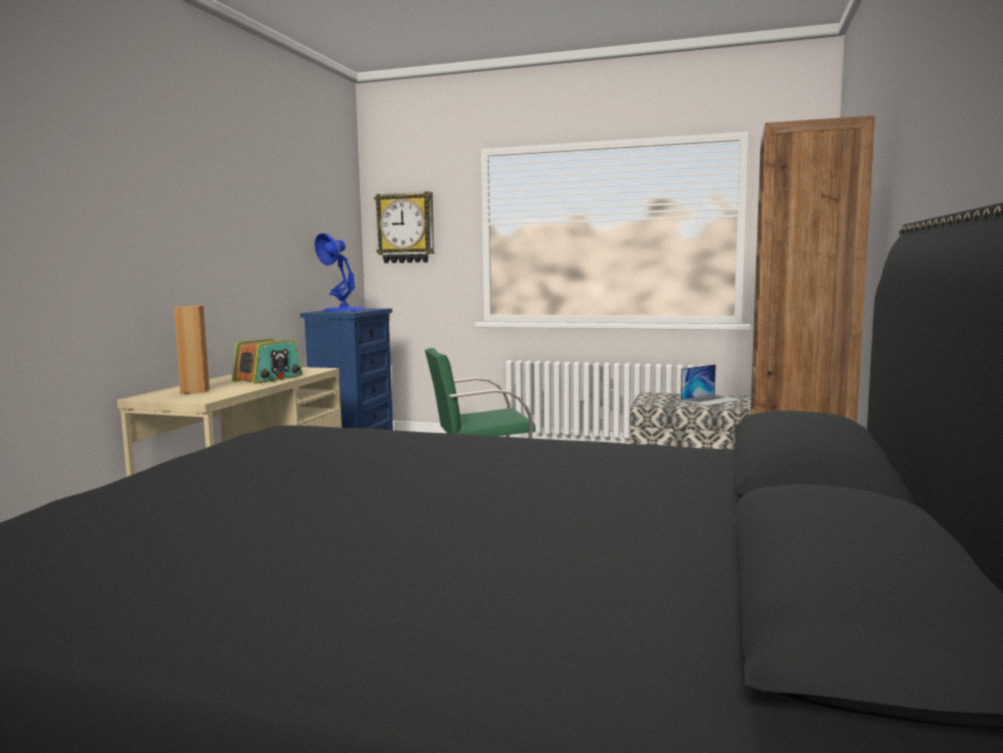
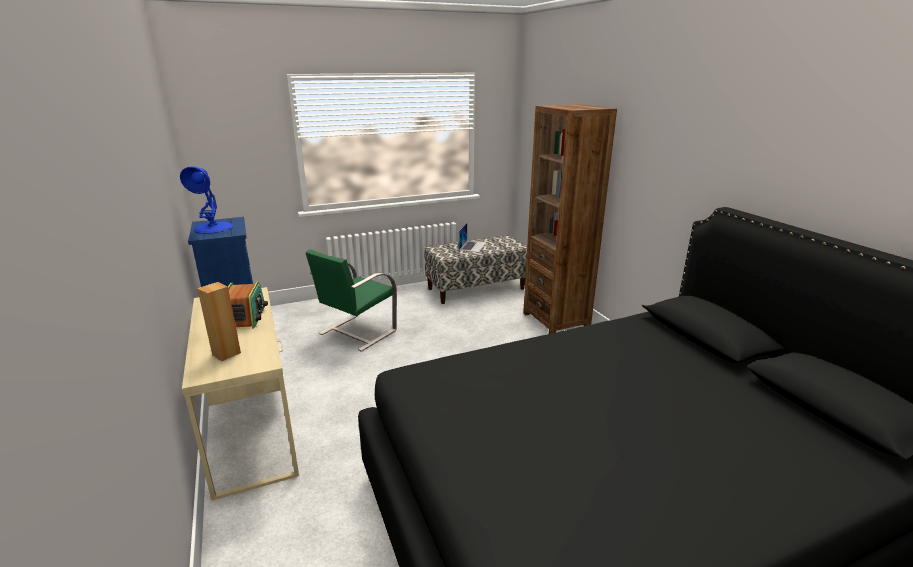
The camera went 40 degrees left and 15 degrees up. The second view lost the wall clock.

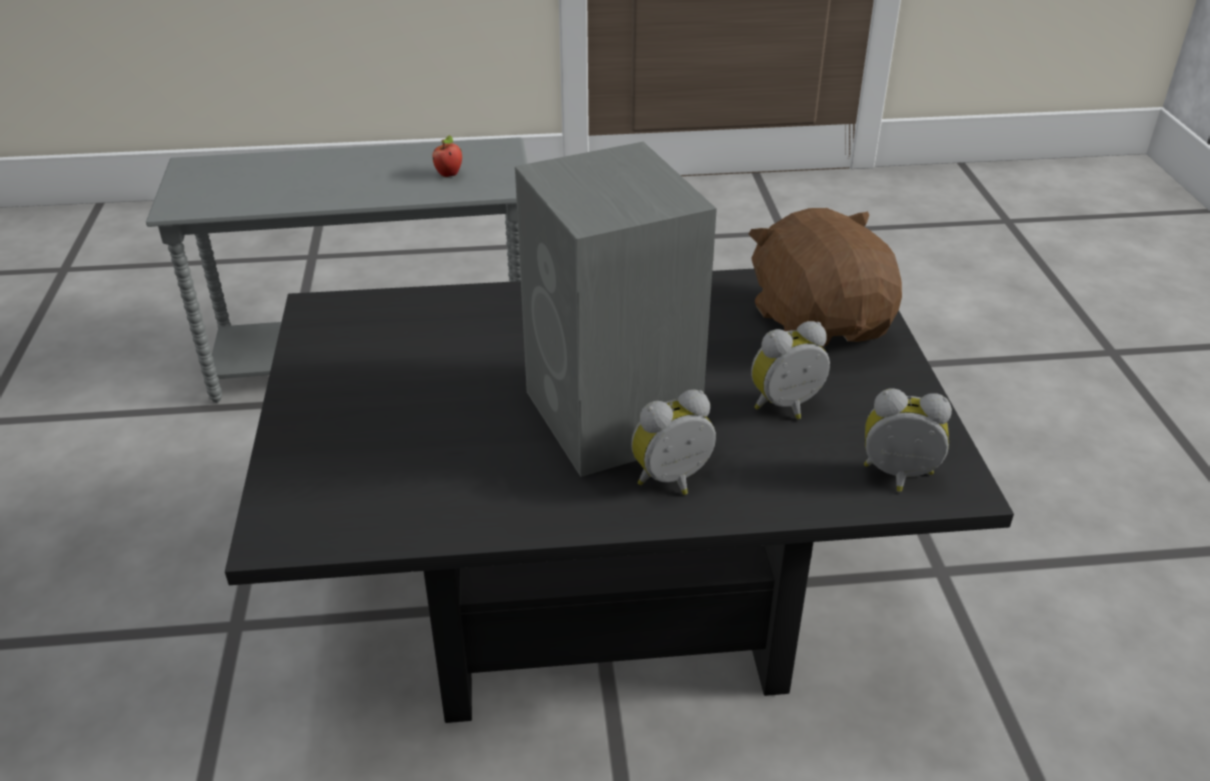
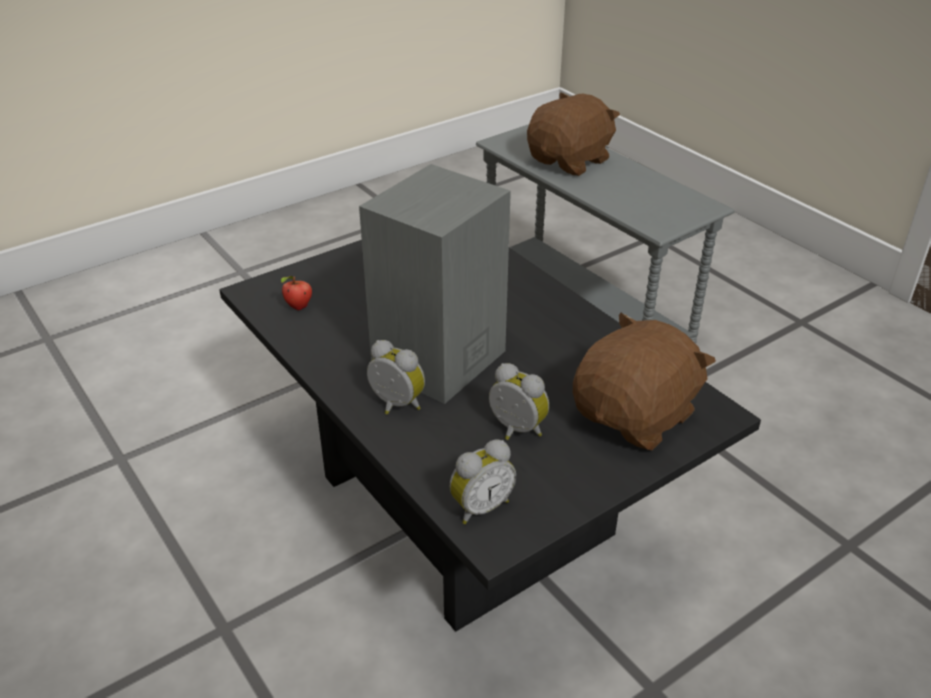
The camera went 60 degrees right and 0 degrees up. The second view gained the brown plush toy (1st from left). The apple ended up elsewhere. The alarm clock (3rd from left in the first image) ended up facing another way, 75 degrees clockwise from before.

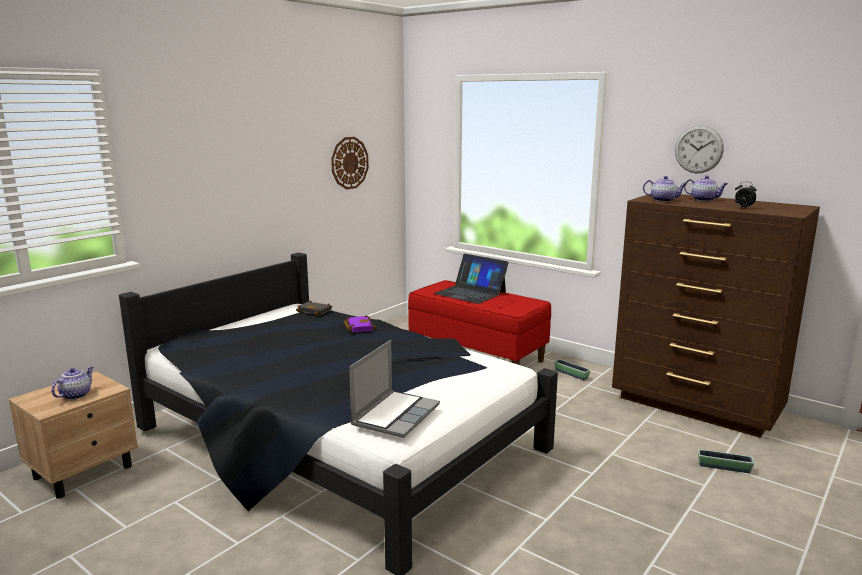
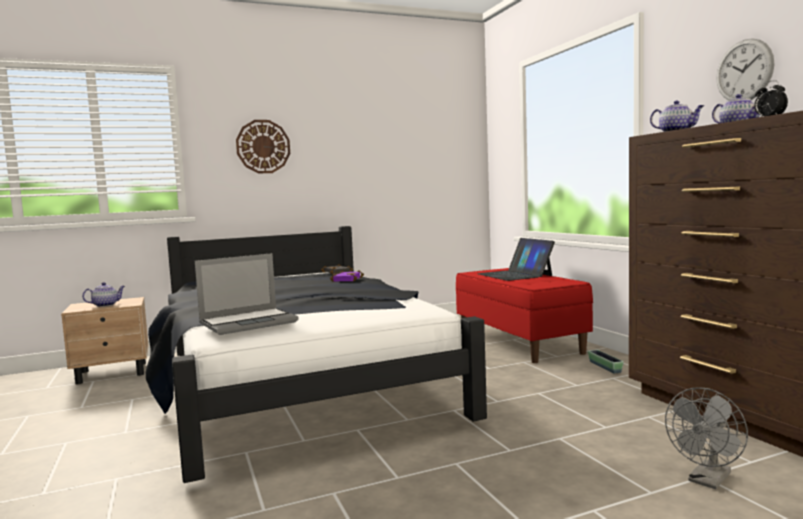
The camera went 30 degrees right and 10 degrees down. The wall clock (1st from left) ended up elsewhere. Where the planter (2nd from left) stood, the grey fan came to stand.

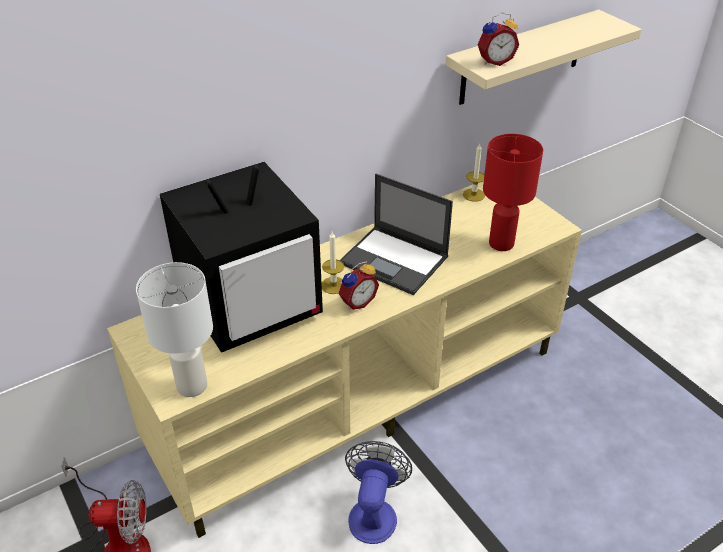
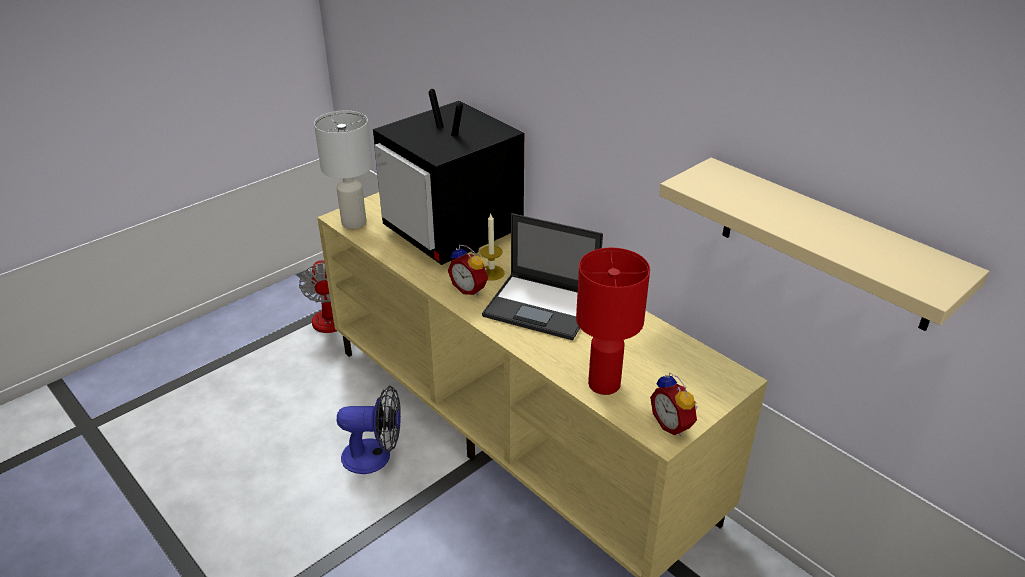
The camera went 80 degrees right and 5 degrees down. The second view lost the candle (2nd from left). The alarm clock (2nd from left) ended up elsewhere. The laptop ended up facing another way, 90 degrees counterclockwise from before.

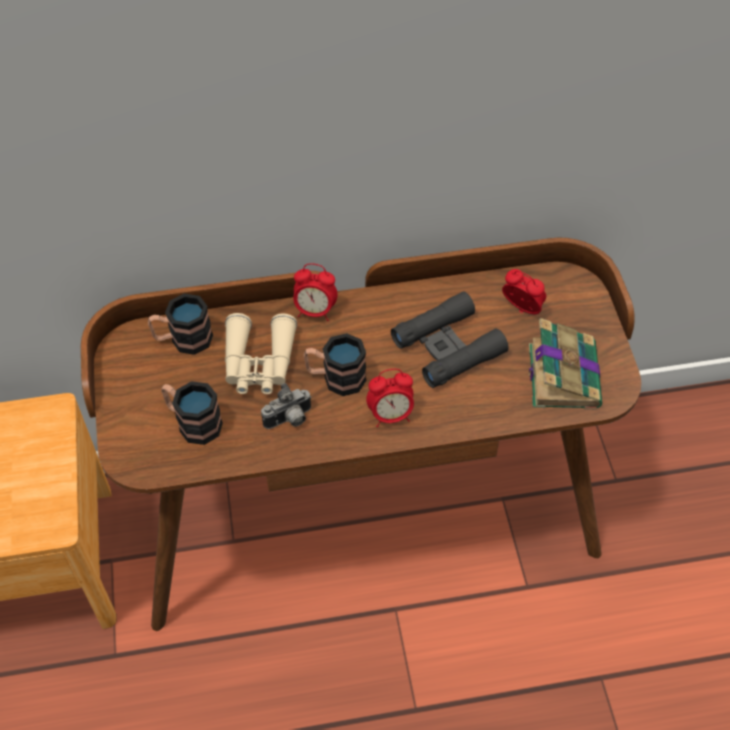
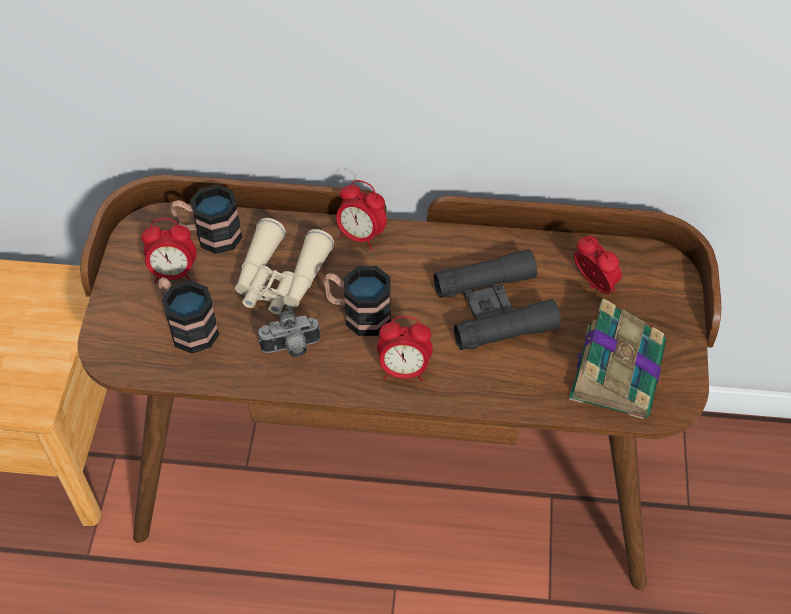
The camera went 15 degrees right and 0 degrees up. The second view gained the alarm clock (1st from left).

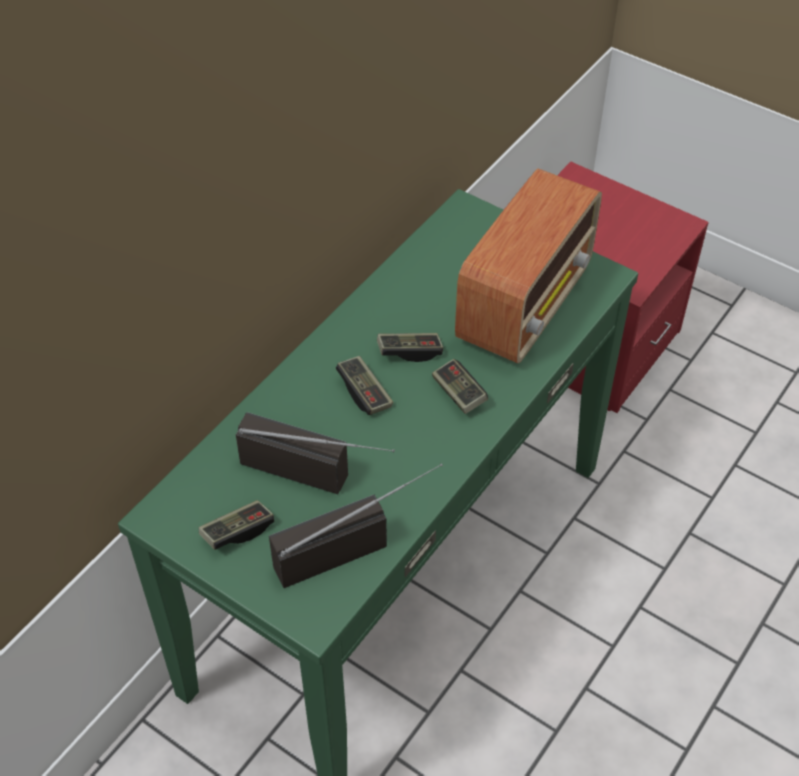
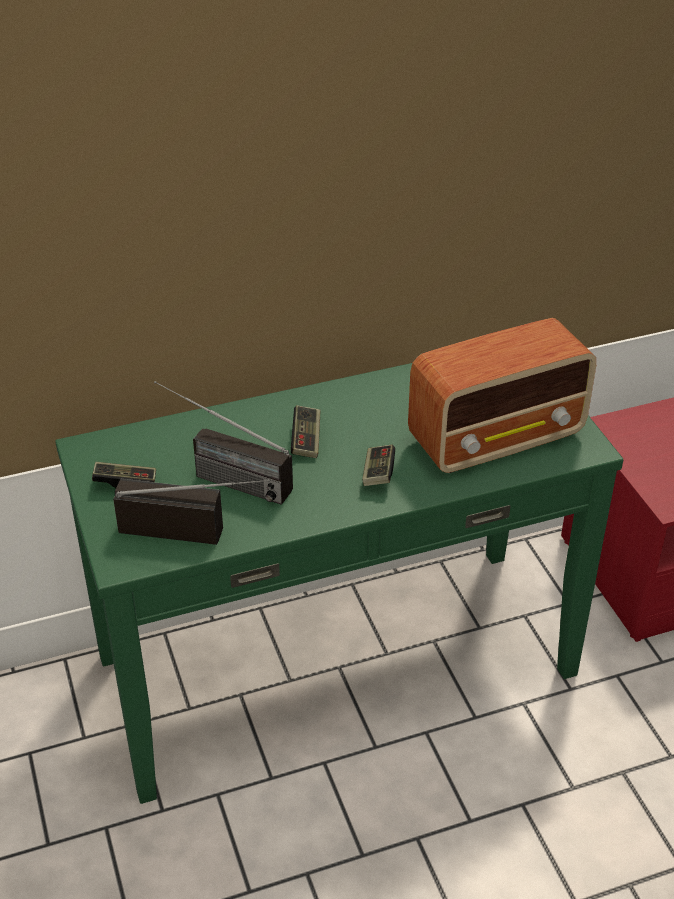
The camera went 35 degrees right and 10 degrees down. The second view lost the game controller (3rd from left). The radio (1st from left in the first image) ended up facing another way, 150 degrees clockwise from before.

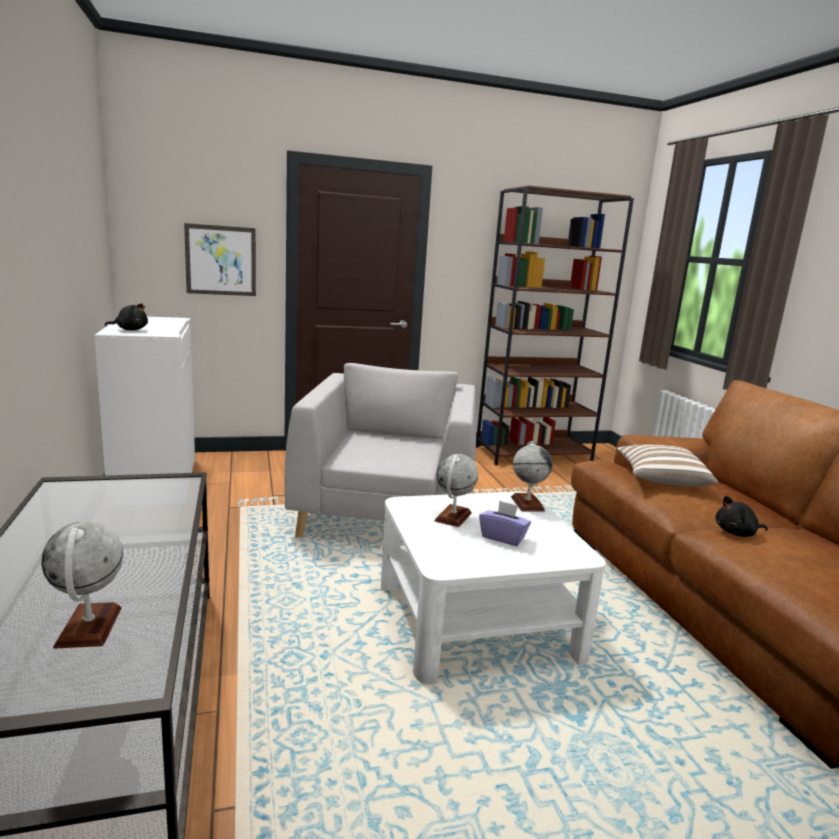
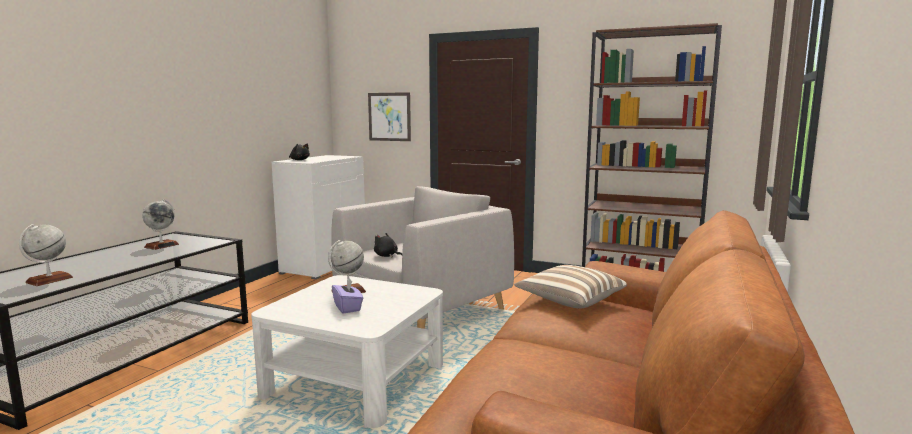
The camera went 40 degrees right and 5 degrees down. The globe (3rd from left in the first image) ended up elsewhere. The black plush toy (2nd from left) ended up elsewhere.

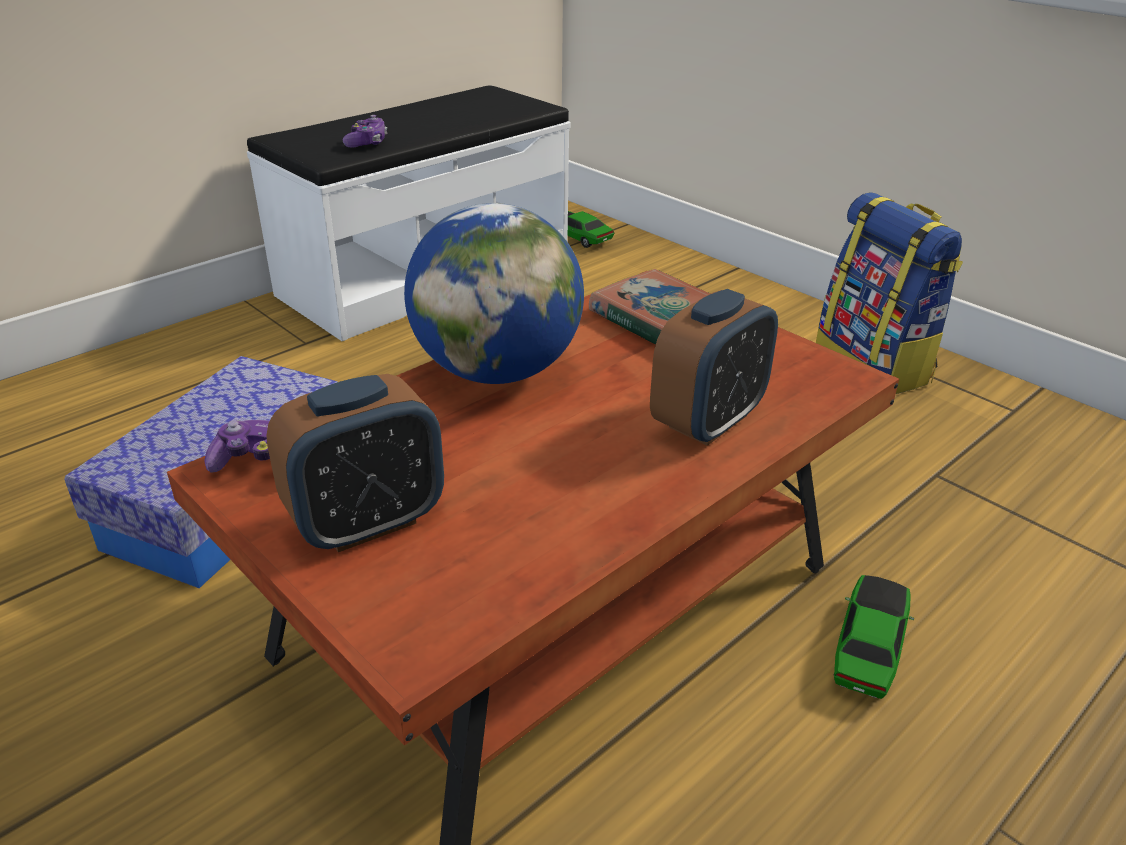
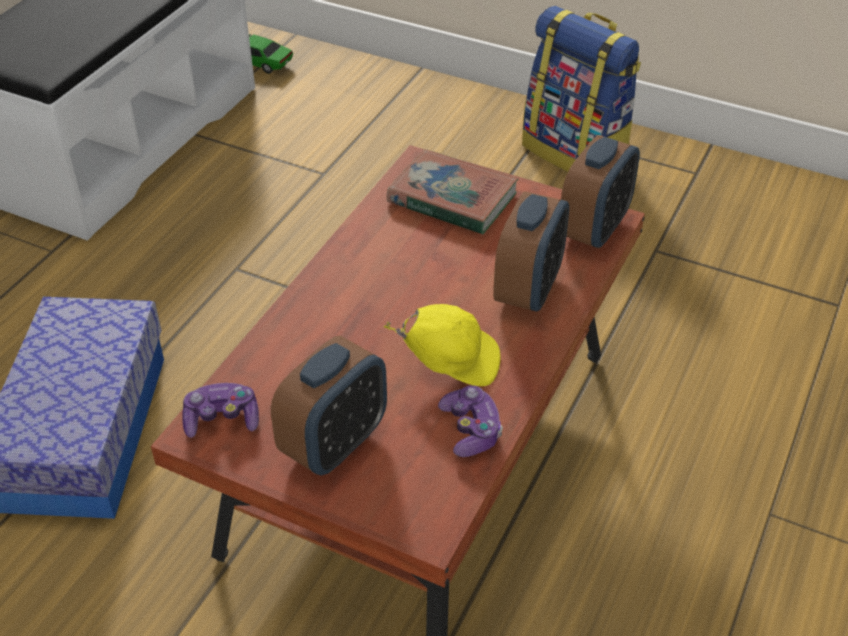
The camera went 20 degrees left and 10 degrees up. The second view lost the globe. The second view lost the toy car (2nd from left). The second view gained the yellow cap. The second view gained the alarm clock (3rd from left). The game controller (2nd from left) ended up elsewhere.

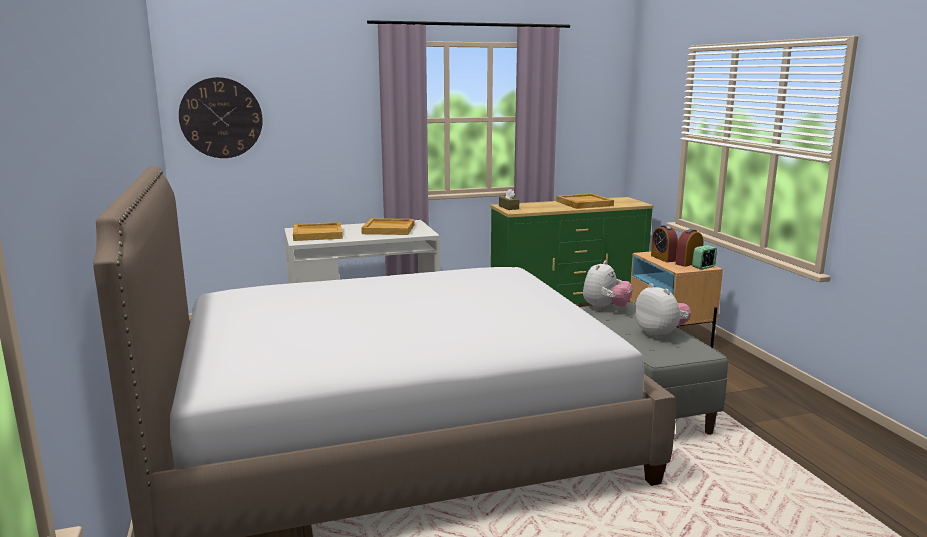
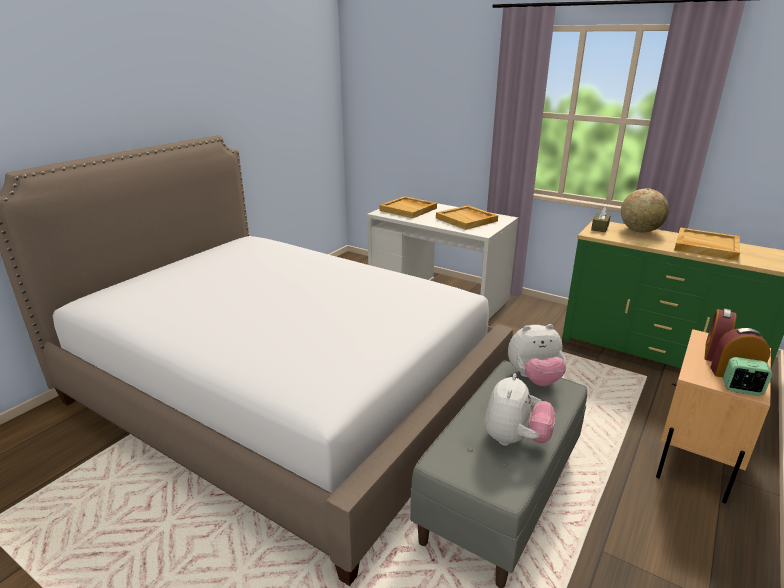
The camera went 50 degrees right and 10 degrees up. The second view lost the wall clock. The second view gained the globe.

